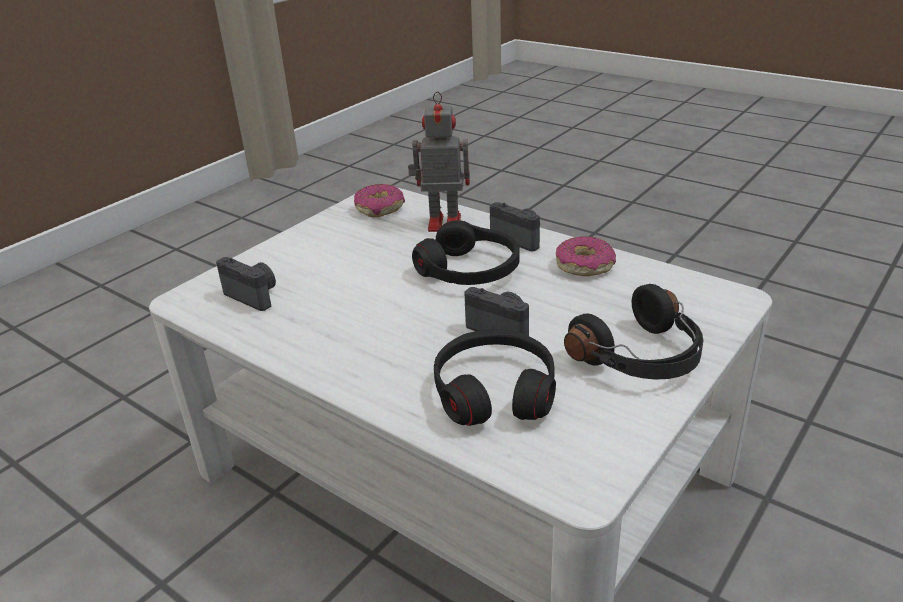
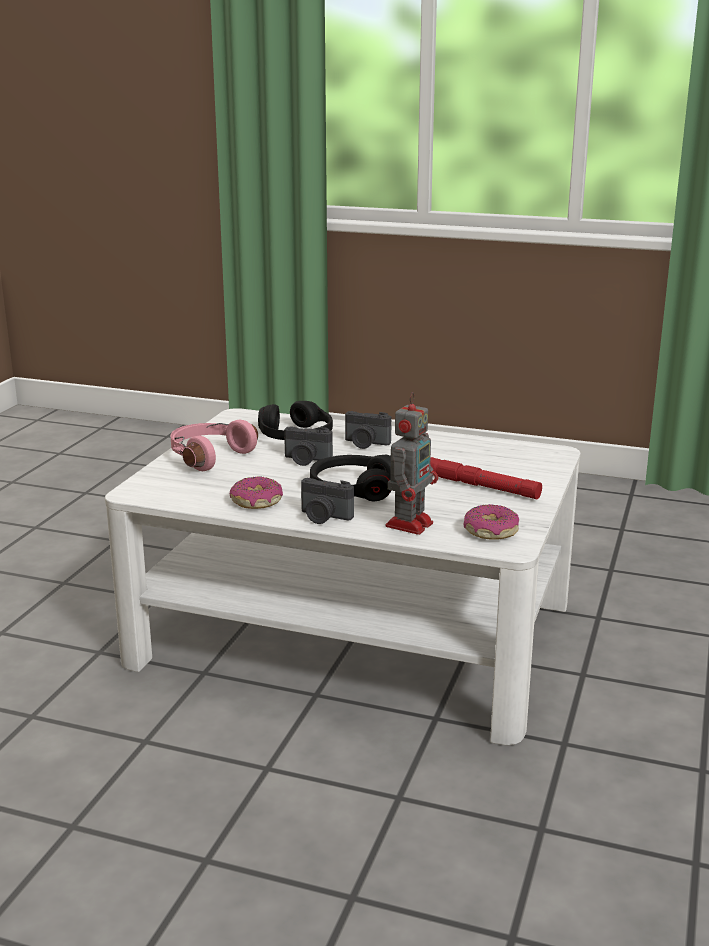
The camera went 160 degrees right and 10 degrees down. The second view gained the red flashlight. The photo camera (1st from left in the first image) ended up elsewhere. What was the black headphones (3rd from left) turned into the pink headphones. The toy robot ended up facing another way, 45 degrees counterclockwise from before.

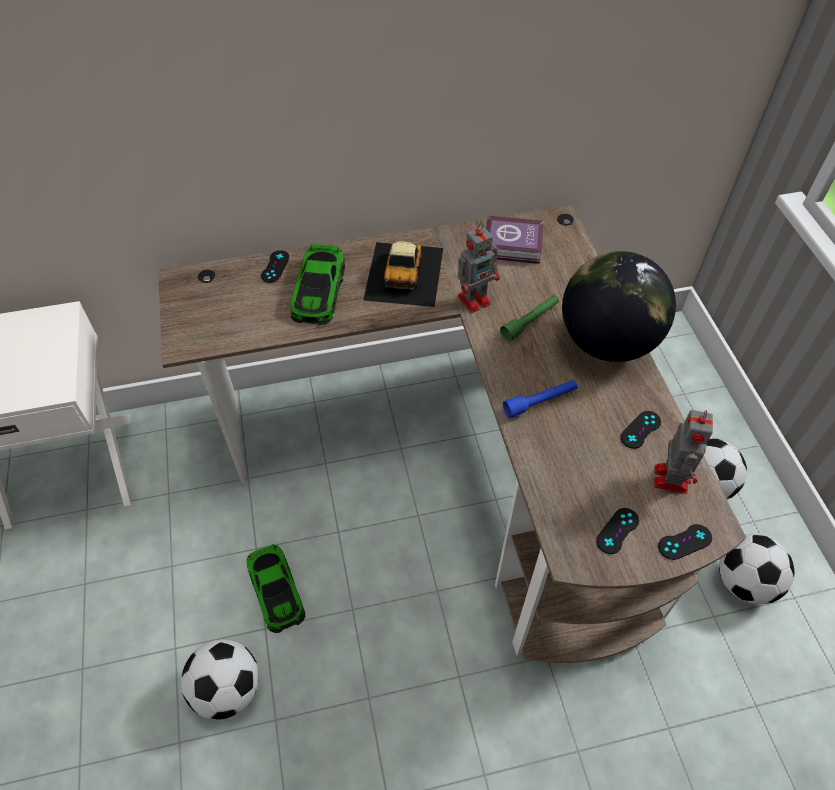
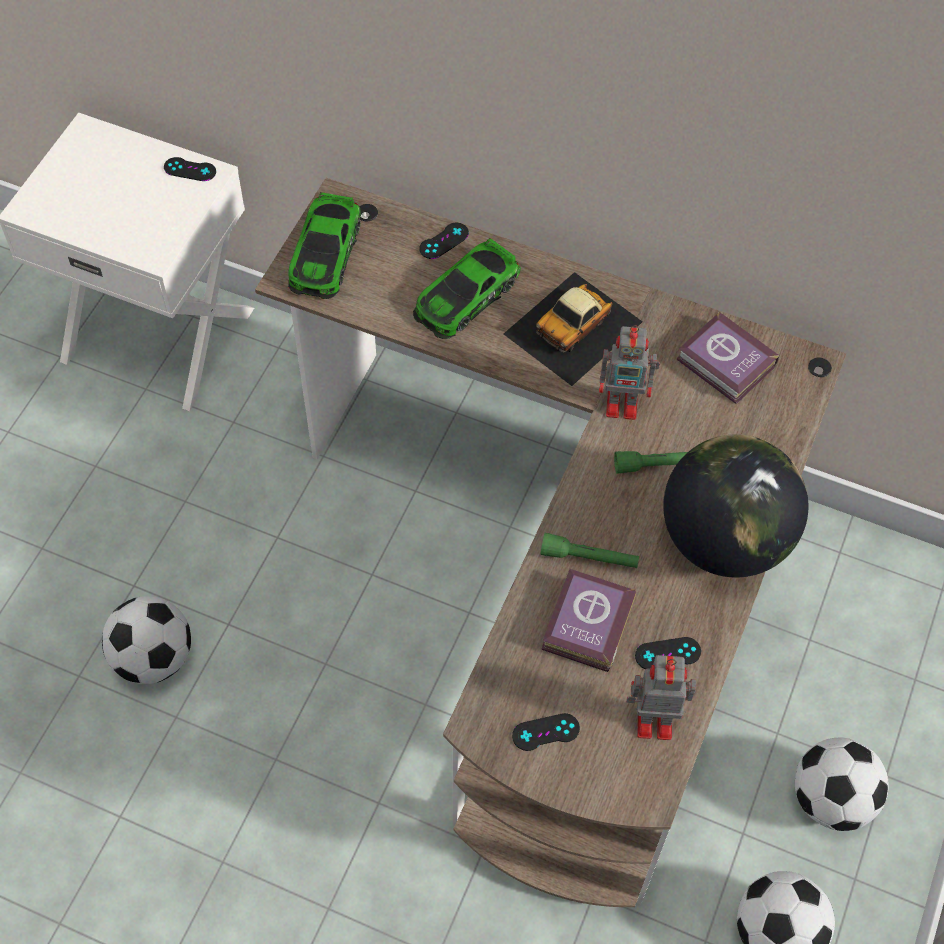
The camera went 35 degrees right and 5 degrees up. The second view gained the book (1st from left). The toy car (1st from left) ended up elsewhere. The black game controller (4th from left in the first image) ended up elsewhere. What was the blue flashlight turned into the green flashlight (1st from left). The toy robot (2nd from left) ended up facing another way, 135 degrees counterclockwise from before.

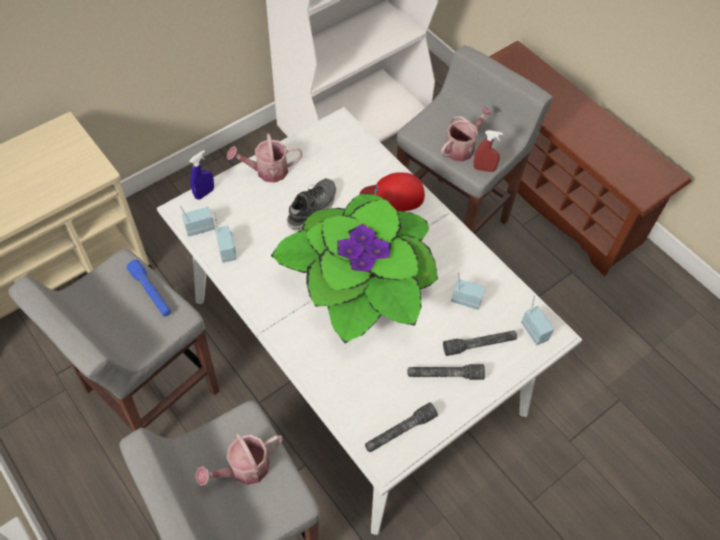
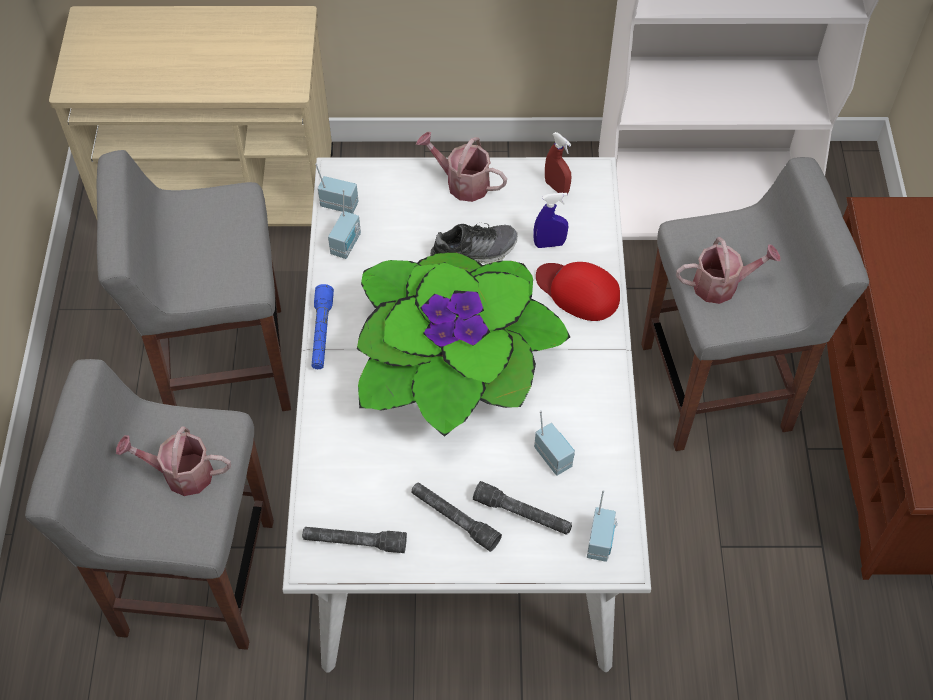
The camera went 40 degrees right and 0 degrees up. The blue flashlight ended up elsewhere. The blue spray bottle ended up elsewhere. The red spray bottle ended up elsewhere.

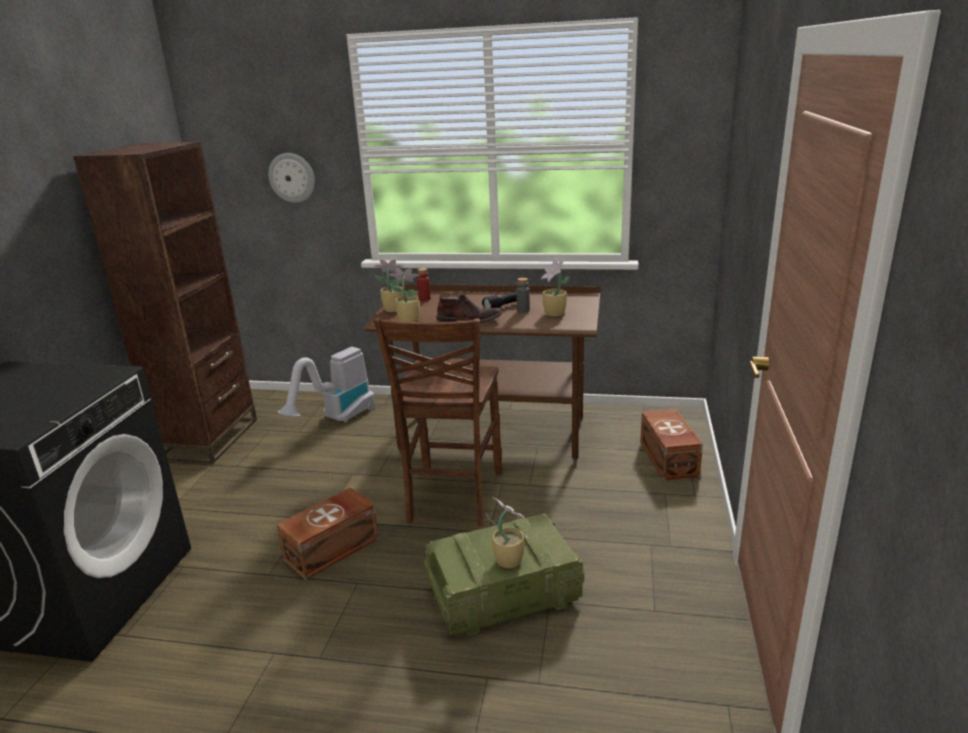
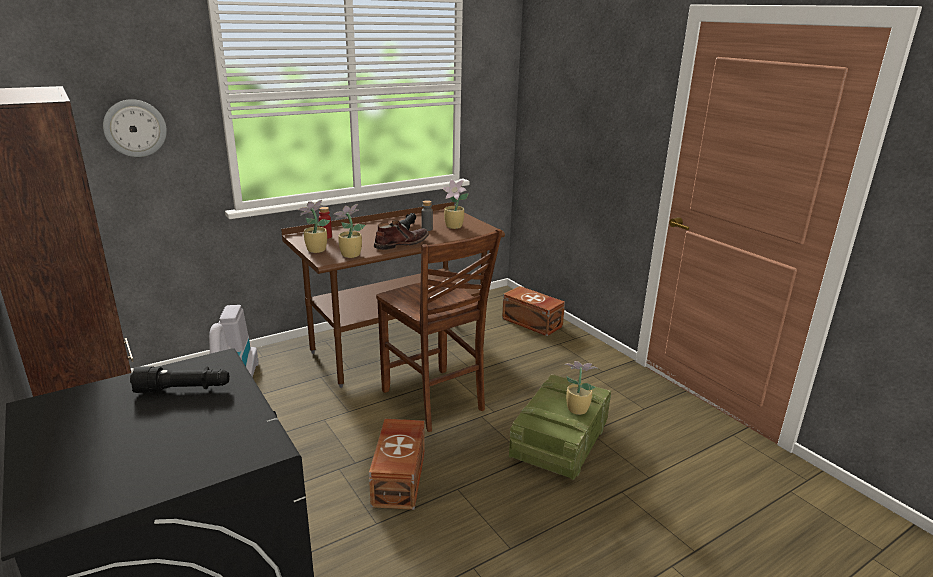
The camera went 45 degrees left and 0 degrees up. The second view gained the black flashlight (1st from left).

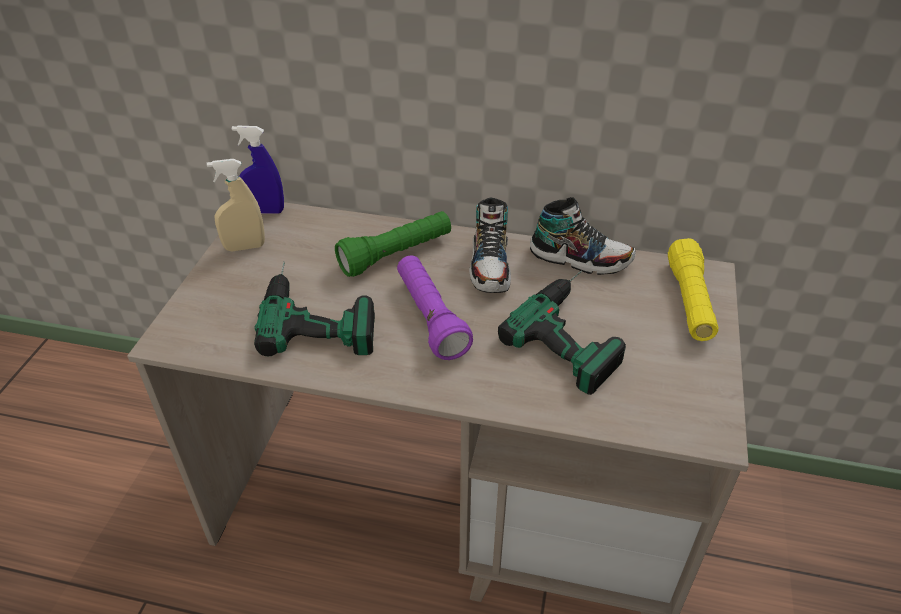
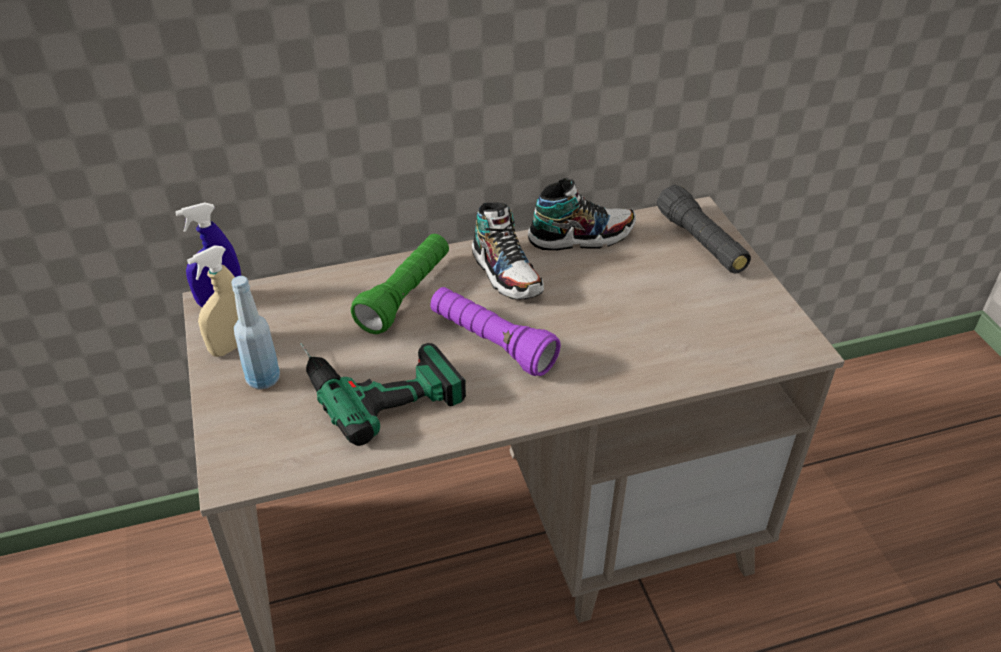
The camera went 30 degrees left and 0 degrees up. The second view lost the power drill (2nd from left). The second view gained the blue bottle. What was the yellow flashlight turned into the black flashlight.

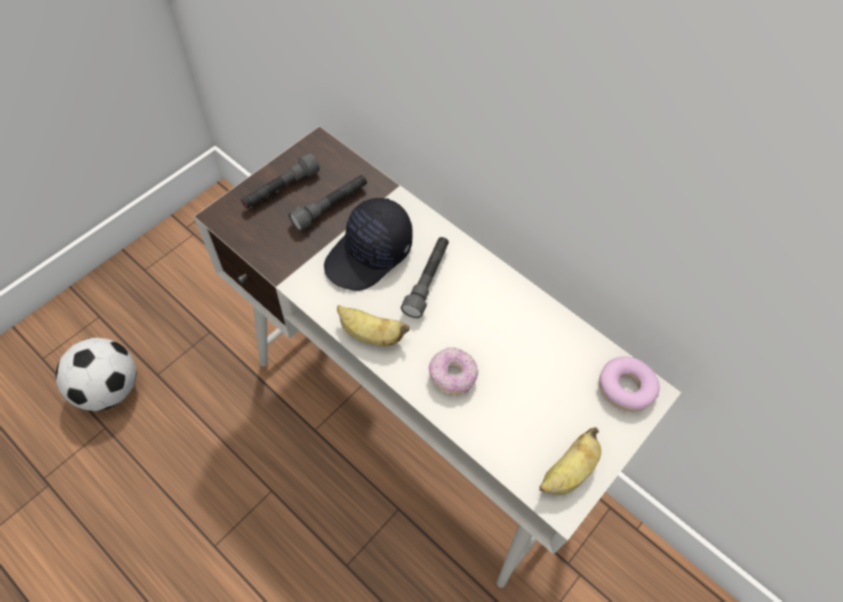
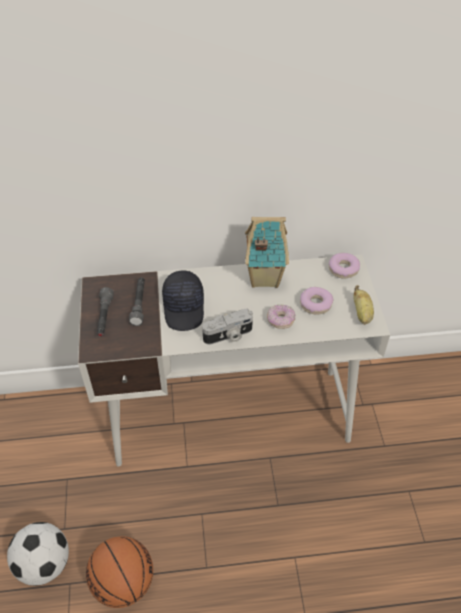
The camera went 45 degrees left and 10 degrees down. The second view lost the grey flashlight (3rd from left). The second view gained the basketball. The second view gained the toy house. The second view gained the donut (2nd from left). Where the banana (1st from left) stood, the photo camera came to stand.

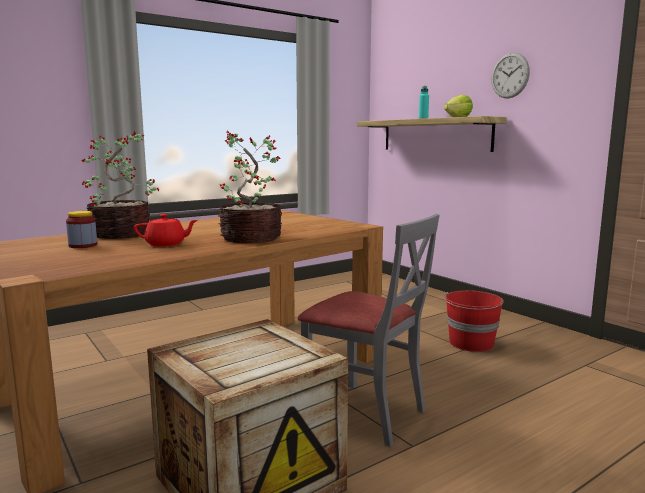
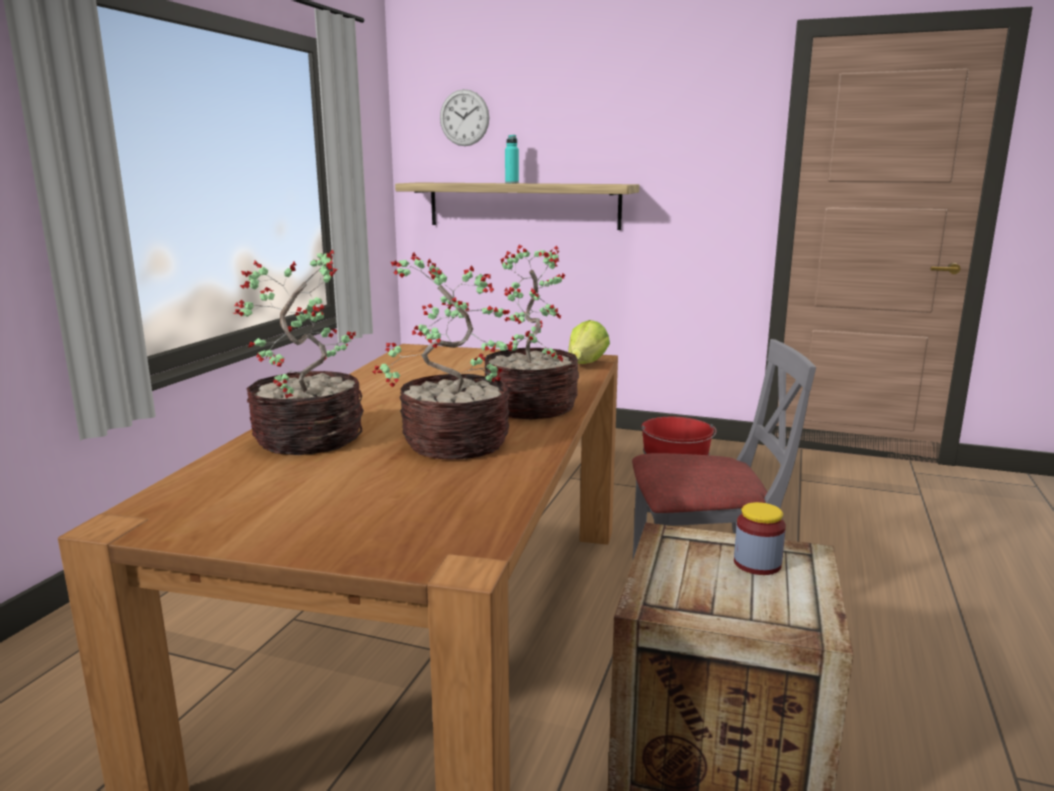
The camera went 35 degrees left and 5 degrees up. The jar ended up elsewhere. The lettuce ended up elsewhere. The wall clock ended up elsewhere. Where the red teapot stood, the potted plant (2nd from left) came to stand.

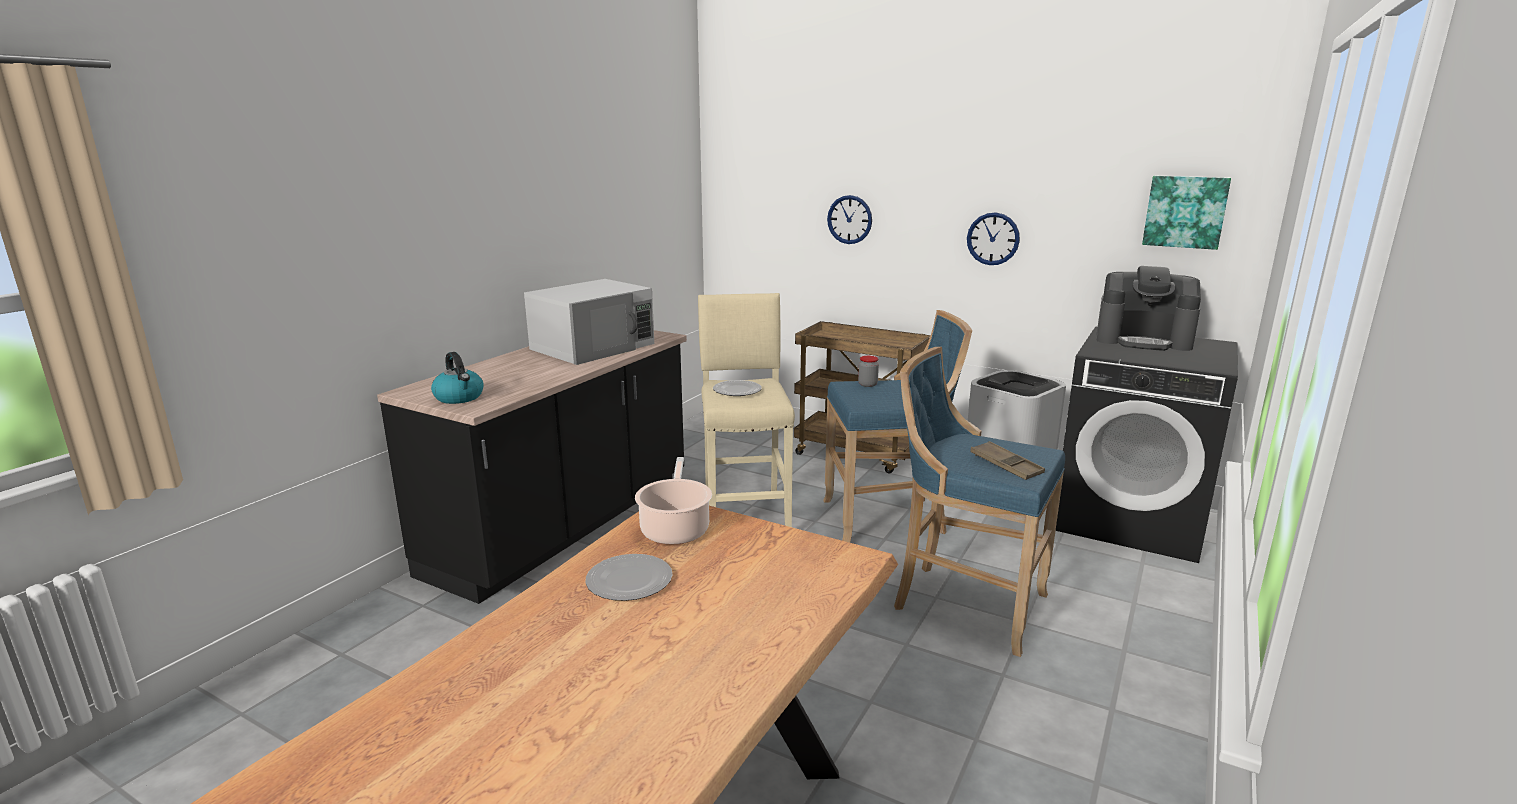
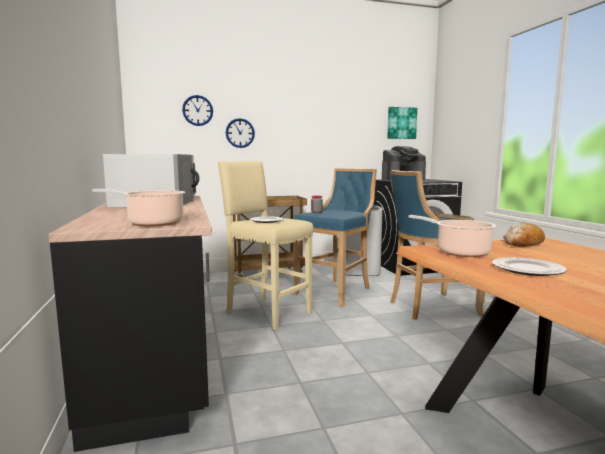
The camera went 45 degrees left and 10 degrees down. The second view gained the bread. The wall clock (2nd from left in the first image) ended up elsewhere. Where the kettle stood, the cooking pot (1st from left) came to stand.

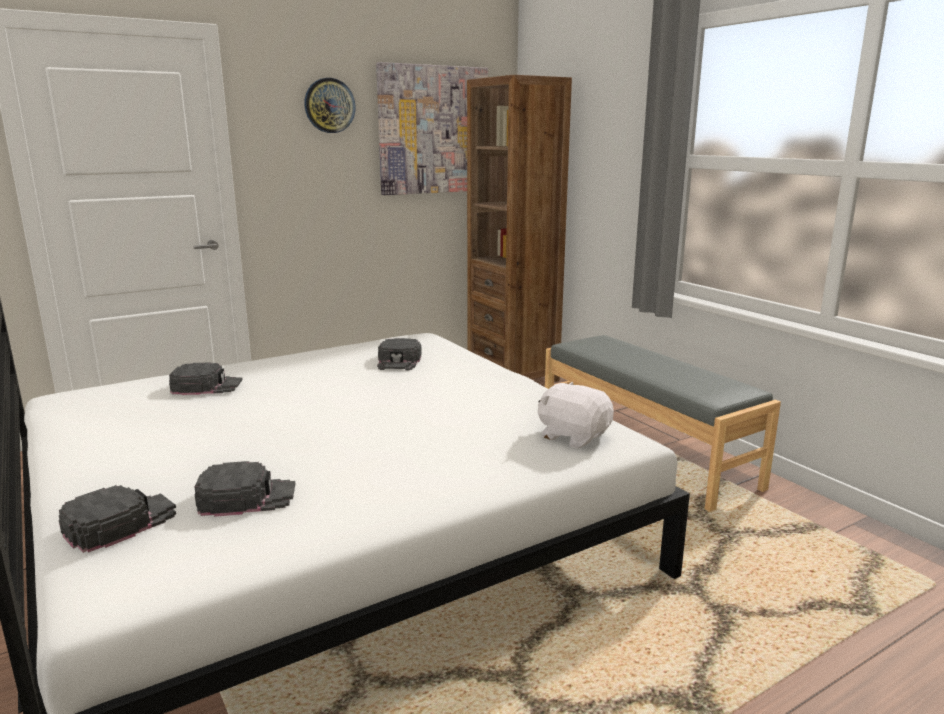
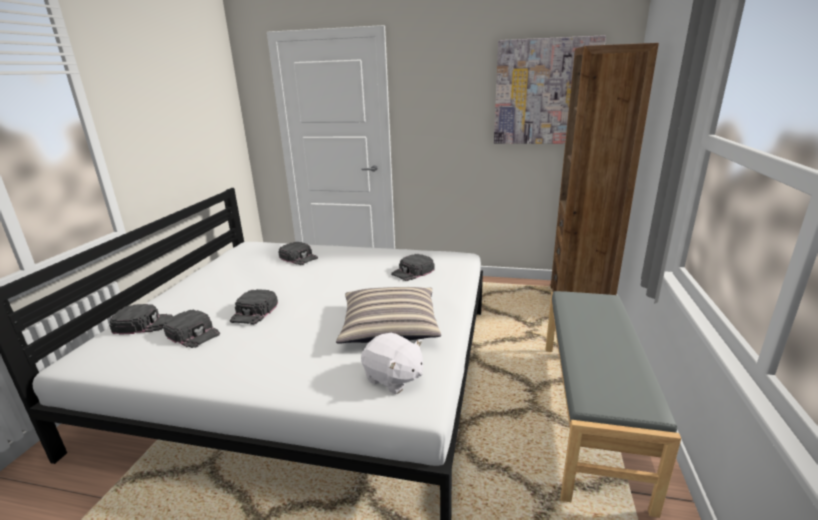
The camera went 45 degrees right and 5 degrees up. The second view lost the wall clock. The second view gained the black cap (3rd from left). The second view gained the pillow. The white plush toy ended up facing another way, 135 degrees clockwise from before.

